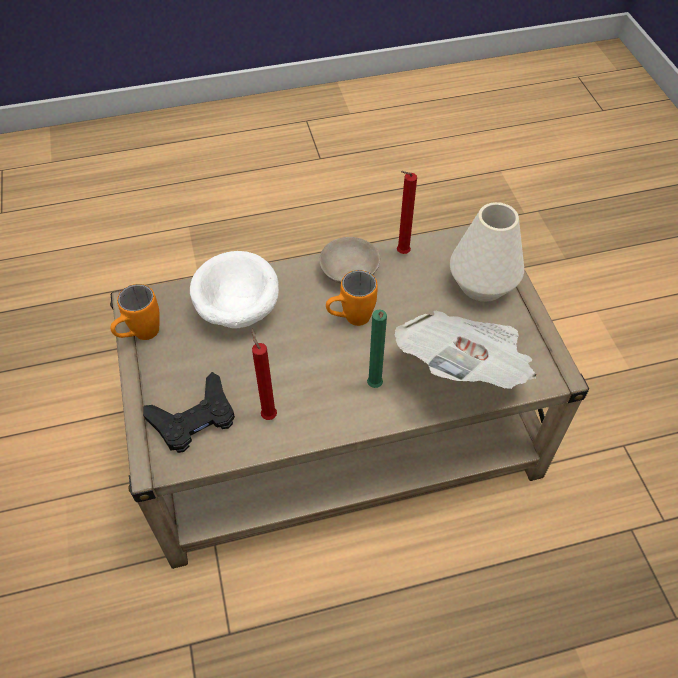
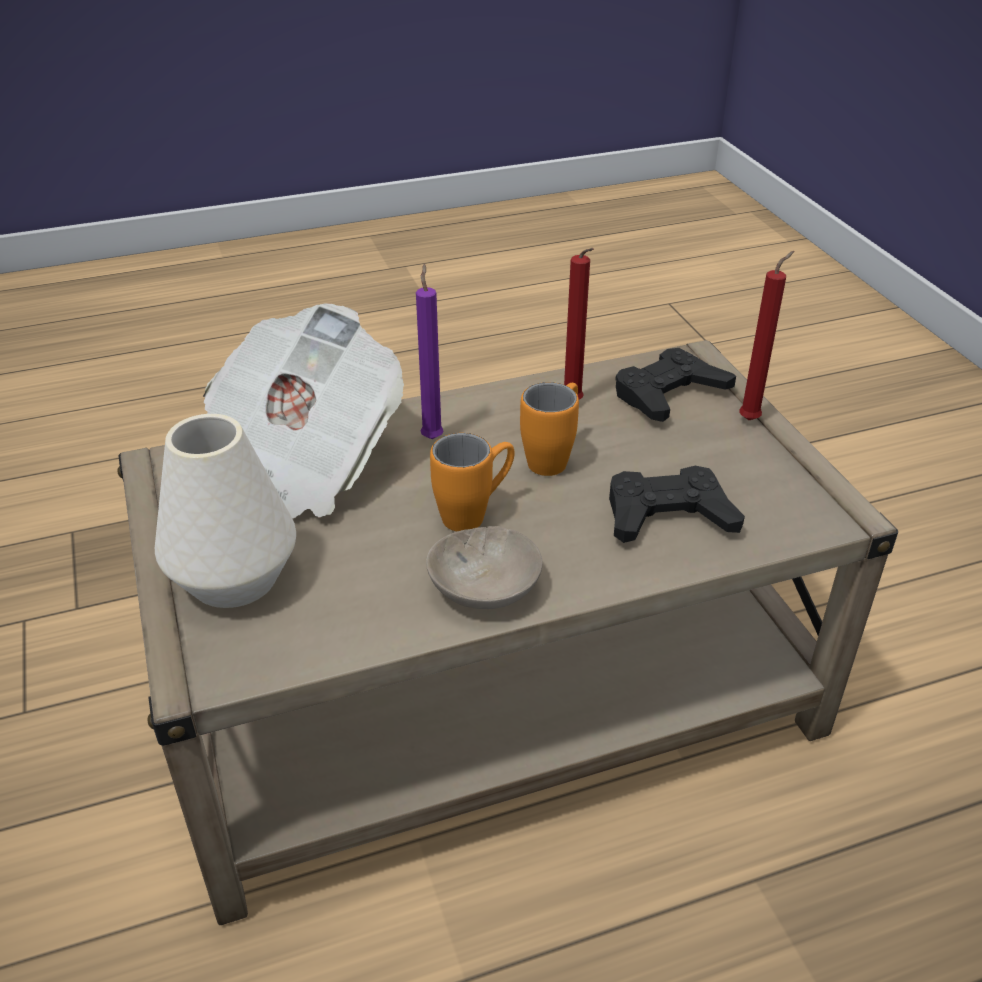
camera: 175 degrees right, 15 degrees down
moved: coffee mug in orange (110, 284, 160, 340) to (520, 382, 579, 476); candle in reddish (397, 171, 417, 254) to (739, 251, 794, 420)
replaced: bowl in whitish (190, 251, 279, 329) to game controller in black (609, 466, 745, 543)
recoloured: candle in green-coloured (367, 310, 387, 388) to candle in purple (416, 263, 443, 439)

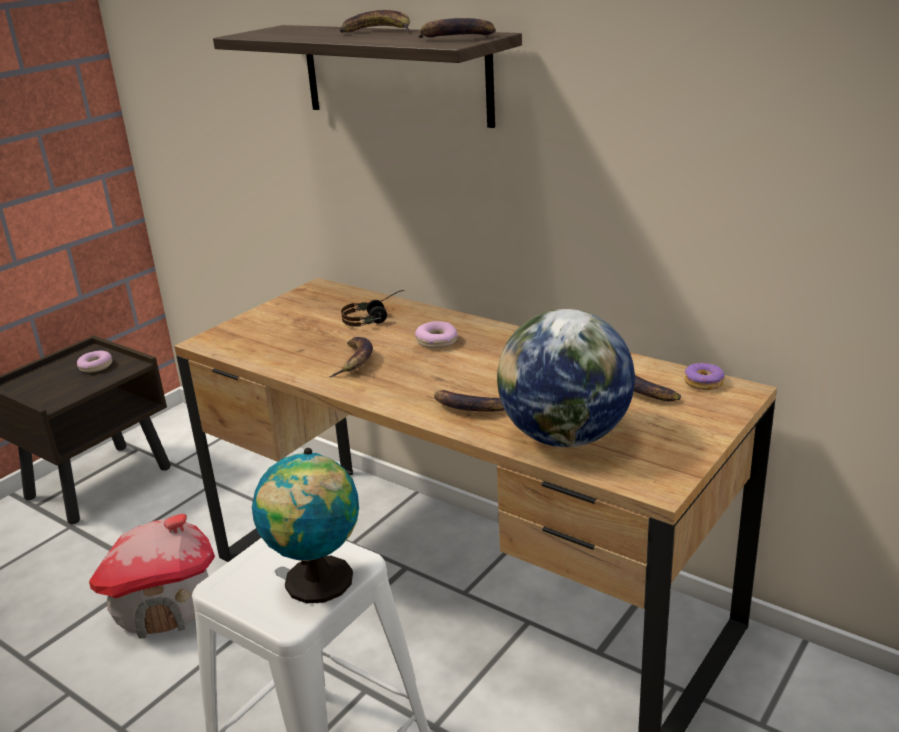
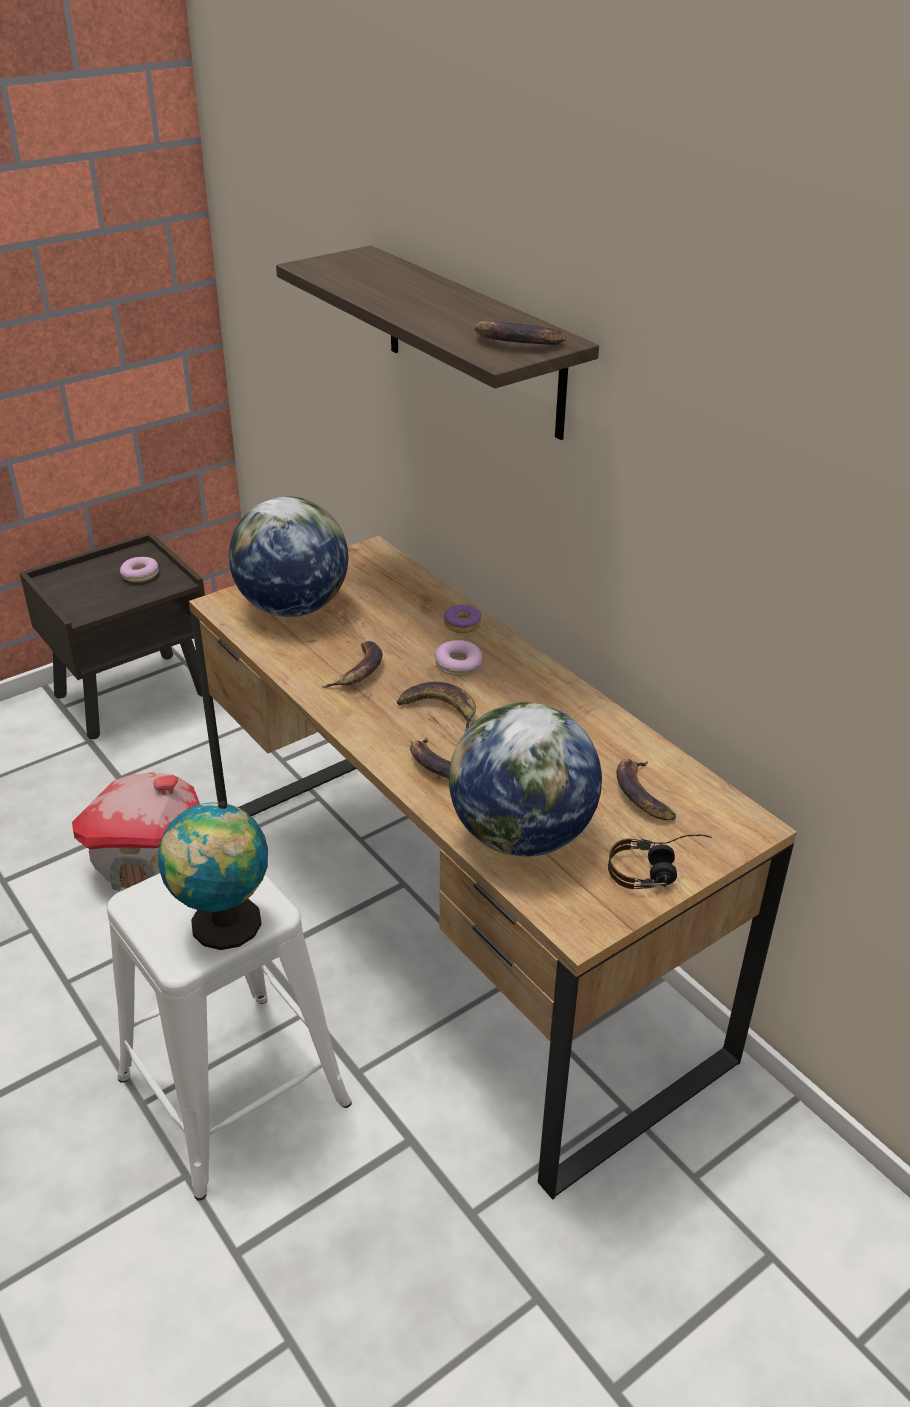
camera: 15 degrees right, 10 degrees up
added: globe (229, 496, 348, 617)
moved: banana fruit (340, 10, 410, 33) to (397, 682, 476, 731); pair of headphones (341, 290, 405, 327) to (608, 834, 712, 889); ring doughnut (685, 363, 724, 390) to (444, 605, 482, 633)

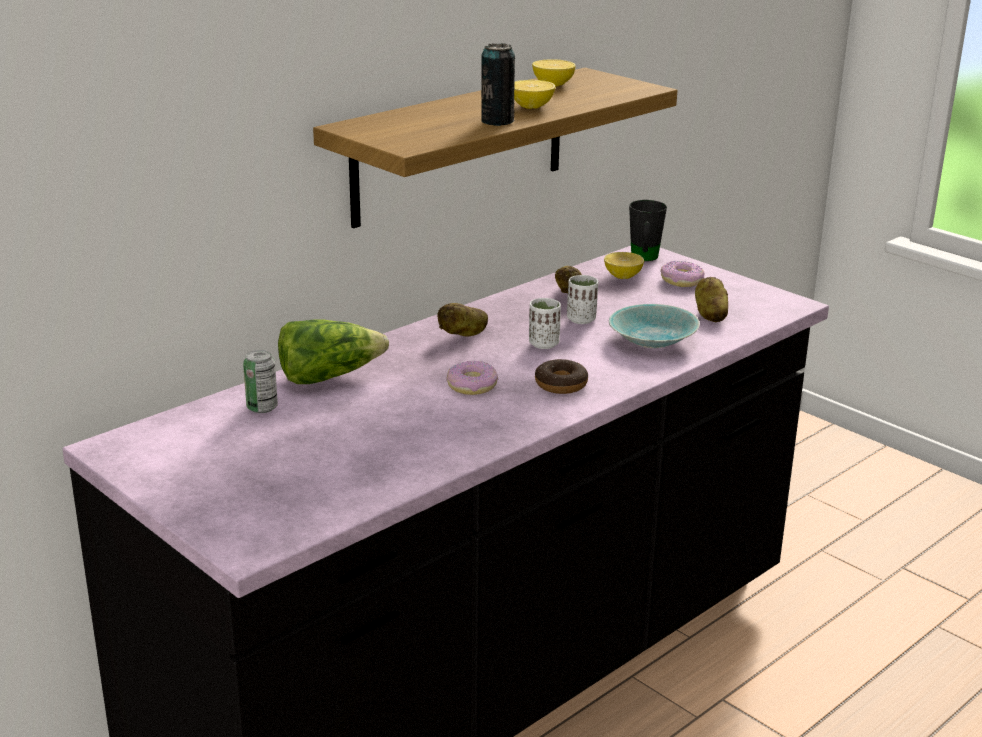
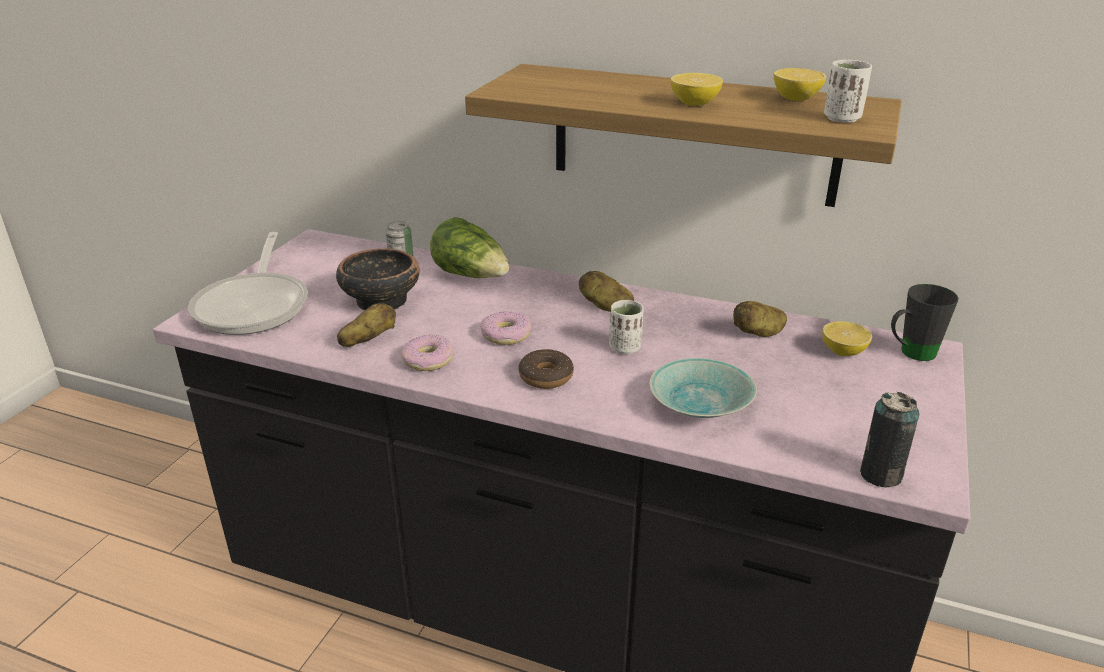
camera: 65 degrees right, 5 degrees up
added: skillet (188, 232, 308, 335); bowl (336, 248, 420, 310)
moved: can (481, 43, 515, 126) to (860, 392, 919, 488); small cup in whitish (567, 275, 598, 324) to (824, 60, 872, 123); ring doughnut (660, 261, 705, 287) to (401, 334, 454, 371); potato (695, 277, 728, 322) to (337, 303, 396, 347)

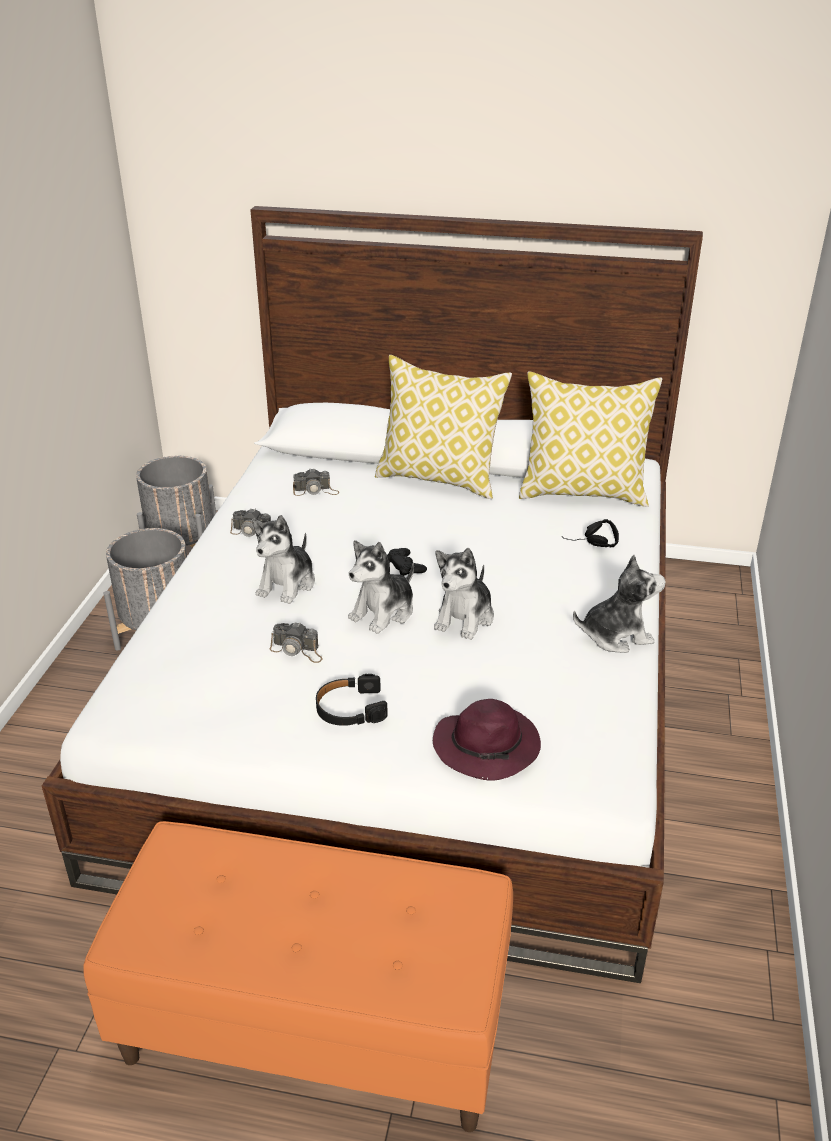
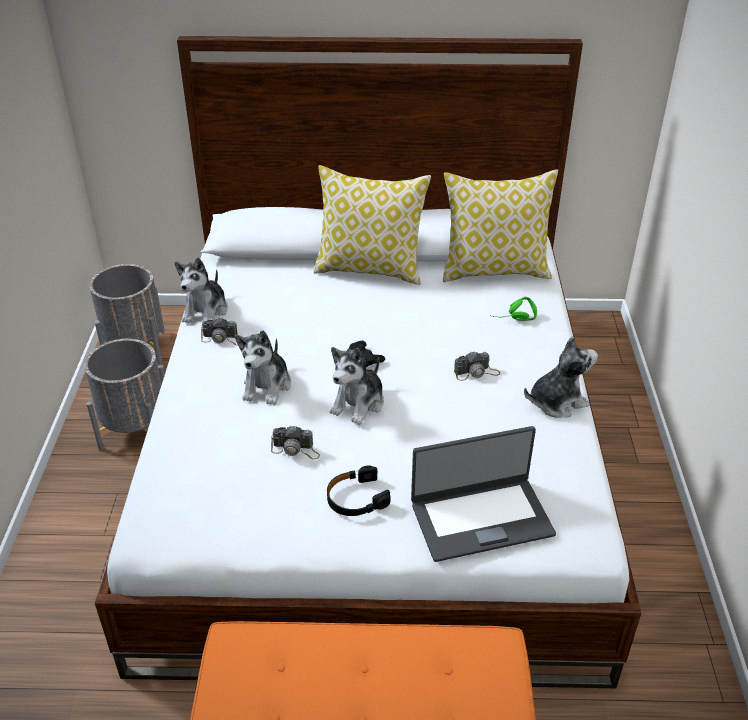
camera: 10 degrees left, 5 degrees up
moved: still camera (293, 469, 339, 496) to (454, 351, 501, 381); cuddly toy (434, 548, 494, 640) to (175, 257, 228, 323)
replaced: wearable hat in purple (433, 699, 541, 781) to laptop (411, 426, 556, 562)
recoloured: pair of headphones in black (562, 519, 619, 547) to pair of headphones in green-coloured (490, 297, 537, 321)

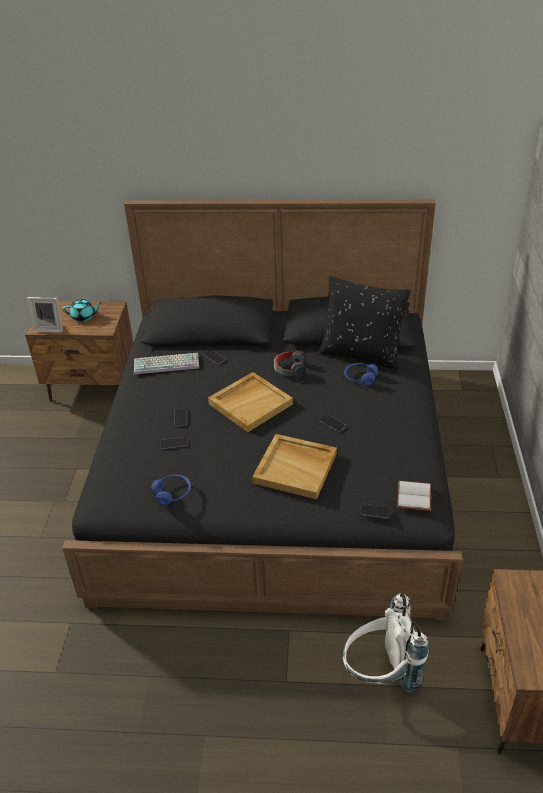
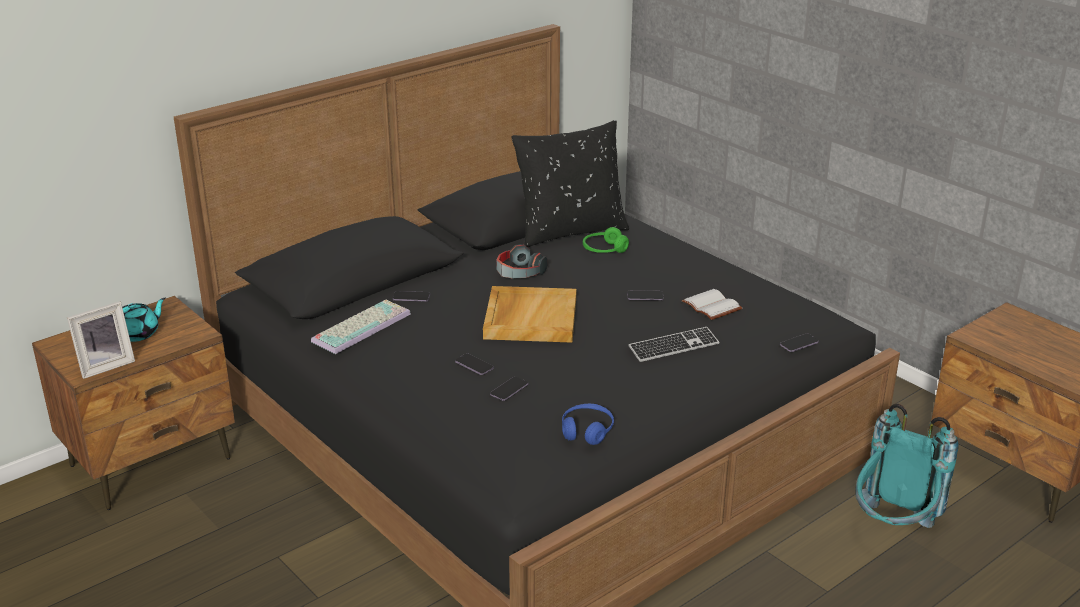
camera: 45 degrees left, 10 degrees down
moved: volume in whitish (397, 481, 431, 511) to (682, 289, 742, 320)
replaced: carrying tray in sand-coloured (252, 434, 337, 499) to computer keyboard (628, 327, 719, 362)
recoloured: rucksack in whitish (342, 593, 429, 692) to rucksack in turquoise (855, 404, 959, 528); pair of headphones in blue (344, 363, 378, 385) to pair of headphones in green-coloured (583, 227, 629, 253)

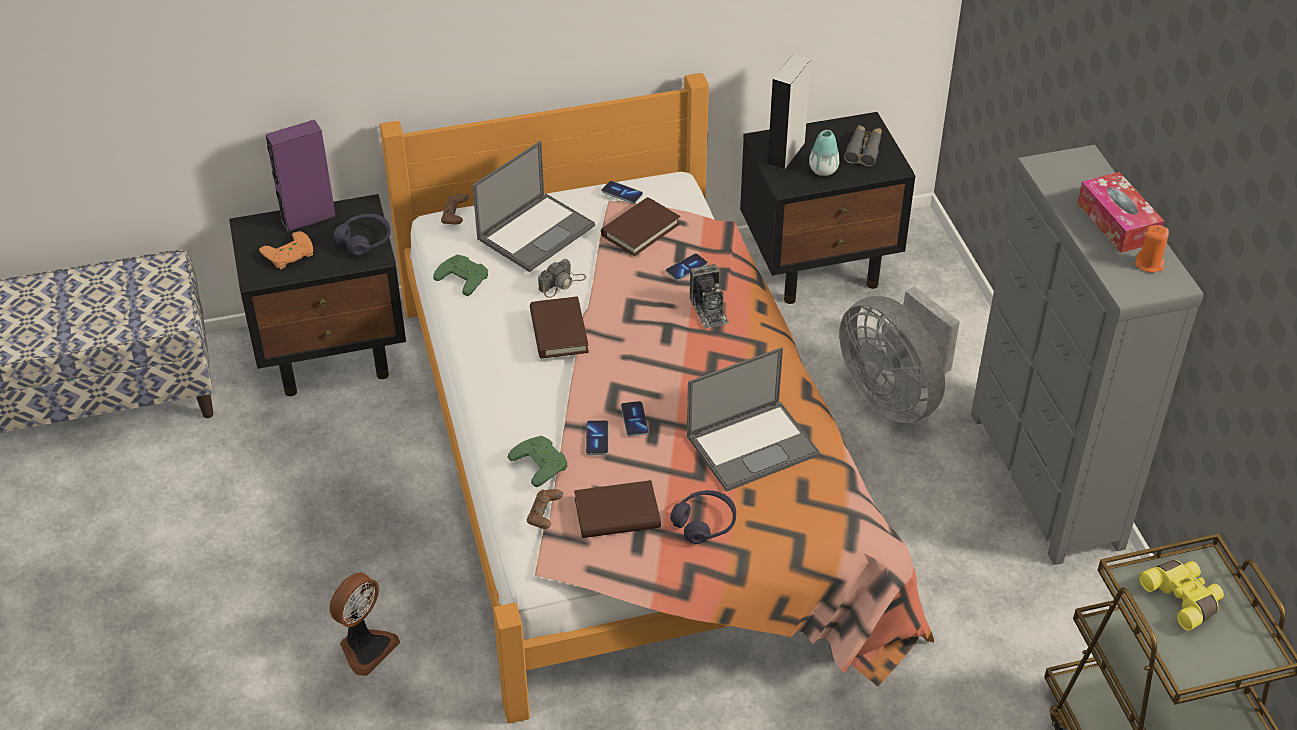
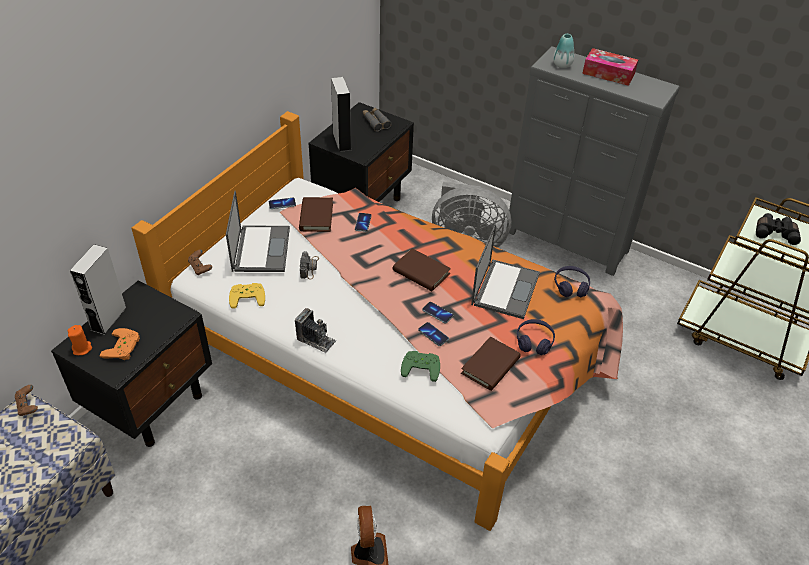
camera: 45 degrees left, 0 degrees up
moved: pair of headphones in purple (334, 214, 390, 256) to (554, 266, 590, 297); game controller in brownish (527, 489, 563, 529) to (15, 385, 38, 416); volume in brownish (530, 296, 589, 358) to (393, 248, 451, 291); still camera (690, 264, 729, 329) to (295, 308, 336, 353); vase (809, 130, 840, 176) to (553, 34, 574, 68); candle in orange (1135, 225, 1169, 273) to (68, 325, 92, 355)
recoloured: speaker in purple (266, 120, 337, 232) to speaker in grey (70, 244, 127, 335); game controller in green-coloured (433, 255, 488, 296) to game controller in yellowish (229, 283, 265, 309); pair of binoculars in yellowish (1139, 560, 1224, 631) to pair of binoculars in black (756, 213, 801, 245)

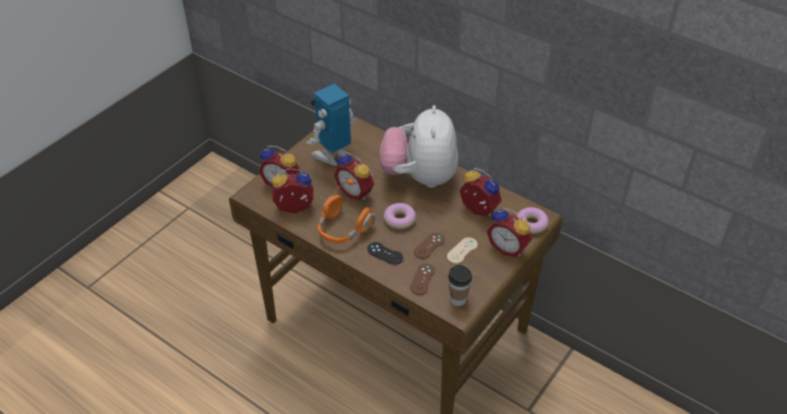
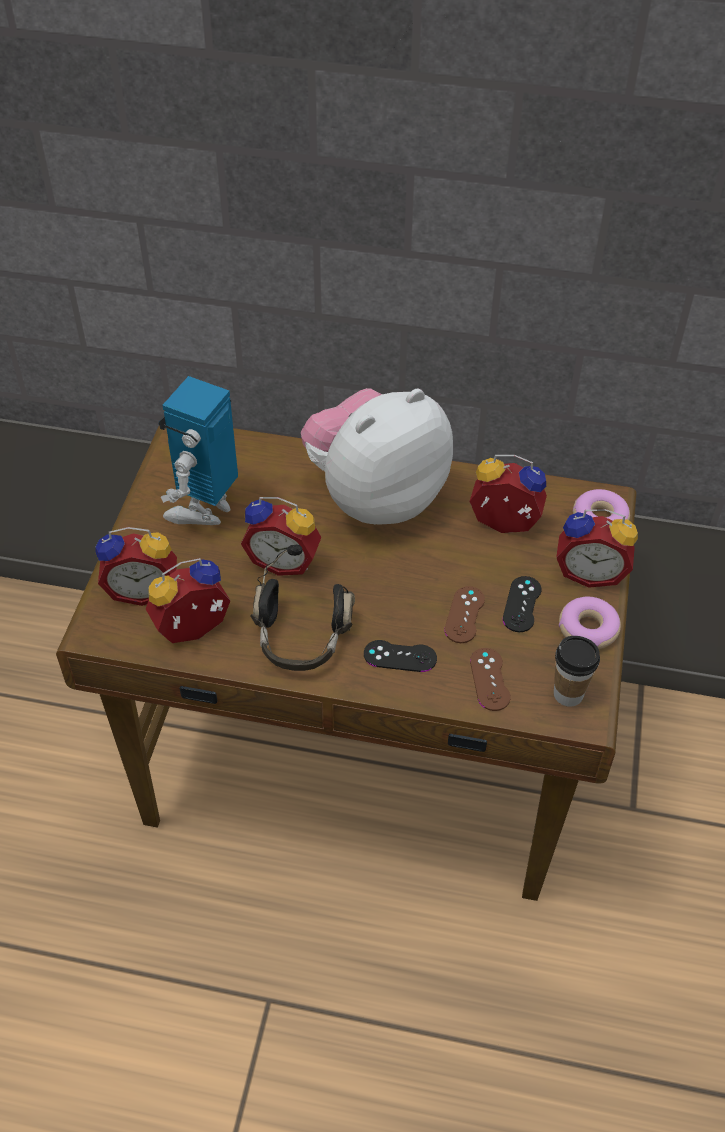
camera: 25 degrees left, 5 degrees up
moved: ring doughnut (384, 203, 416, 229) to (559, 597, 621, 649)
recoloured: pair of headphones in orange (318, 179, 375, 244) to pair of headphones in black (251, 544, 355, 671); game controller in sand-coloured (447, 237, 478, 264) to game controller in black (503, 576, 542, 632)
turned: cuddly toy (380, 105, 458, 188) = (301, 388, 453, 524) 75 degrees clockwise

